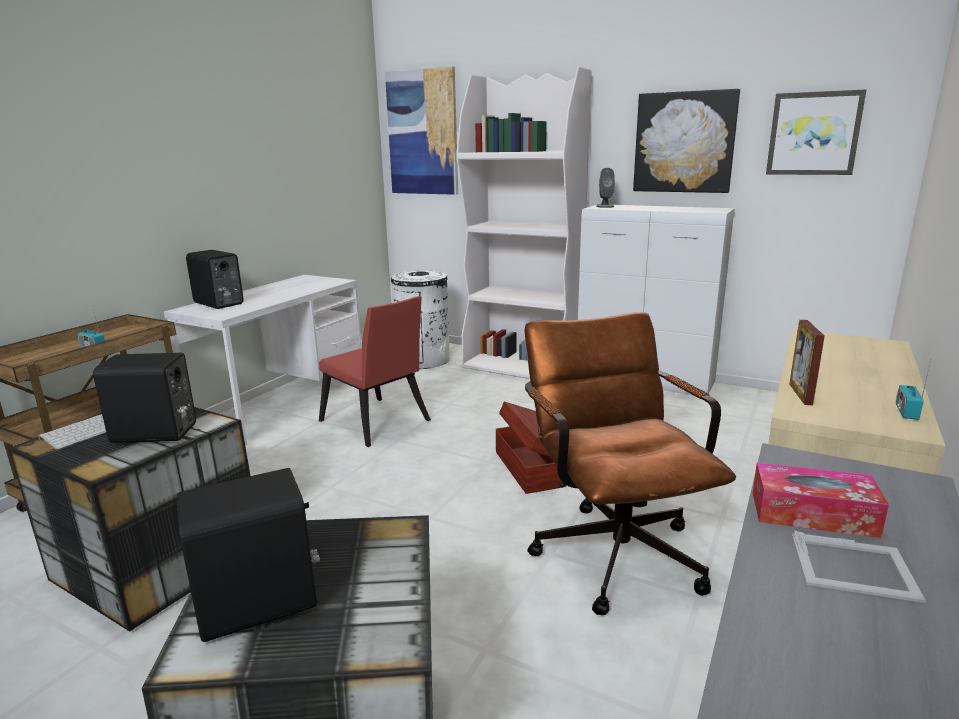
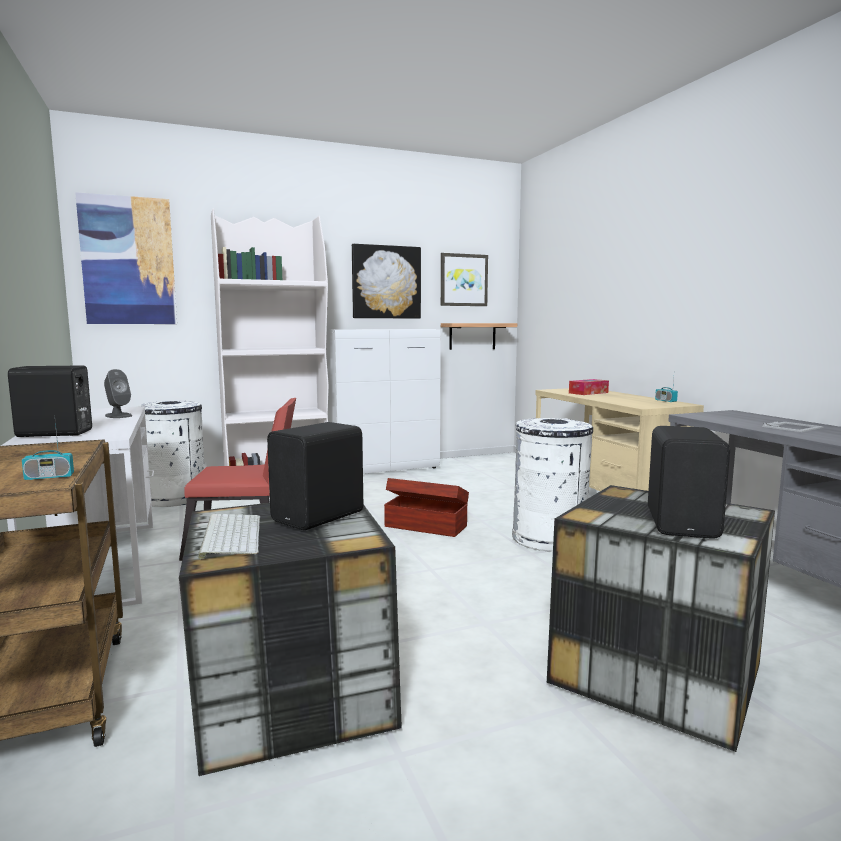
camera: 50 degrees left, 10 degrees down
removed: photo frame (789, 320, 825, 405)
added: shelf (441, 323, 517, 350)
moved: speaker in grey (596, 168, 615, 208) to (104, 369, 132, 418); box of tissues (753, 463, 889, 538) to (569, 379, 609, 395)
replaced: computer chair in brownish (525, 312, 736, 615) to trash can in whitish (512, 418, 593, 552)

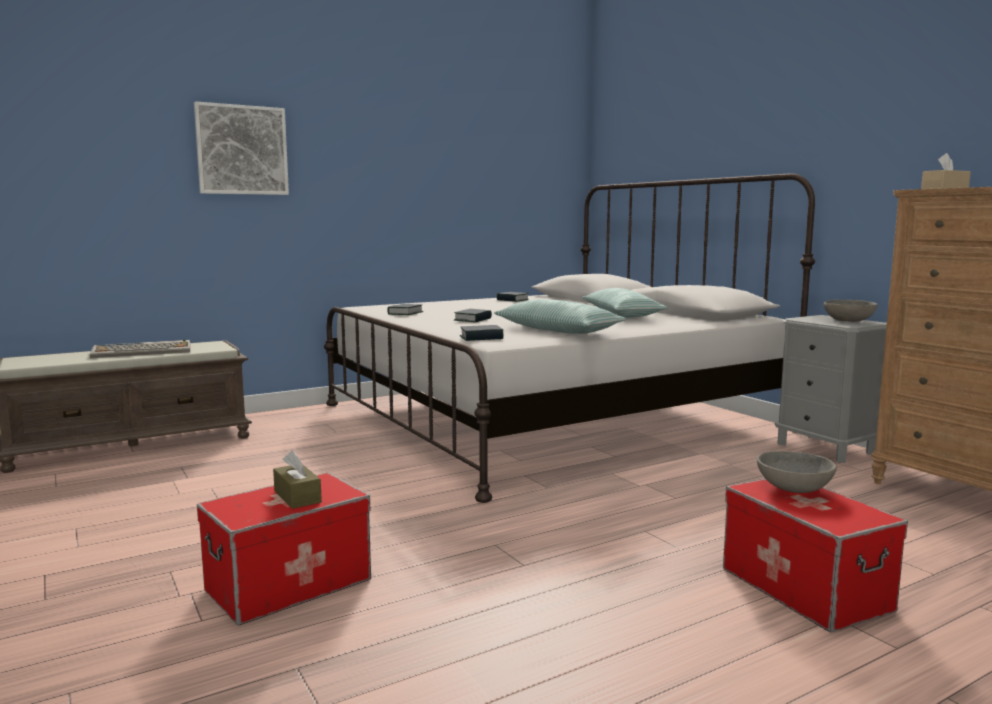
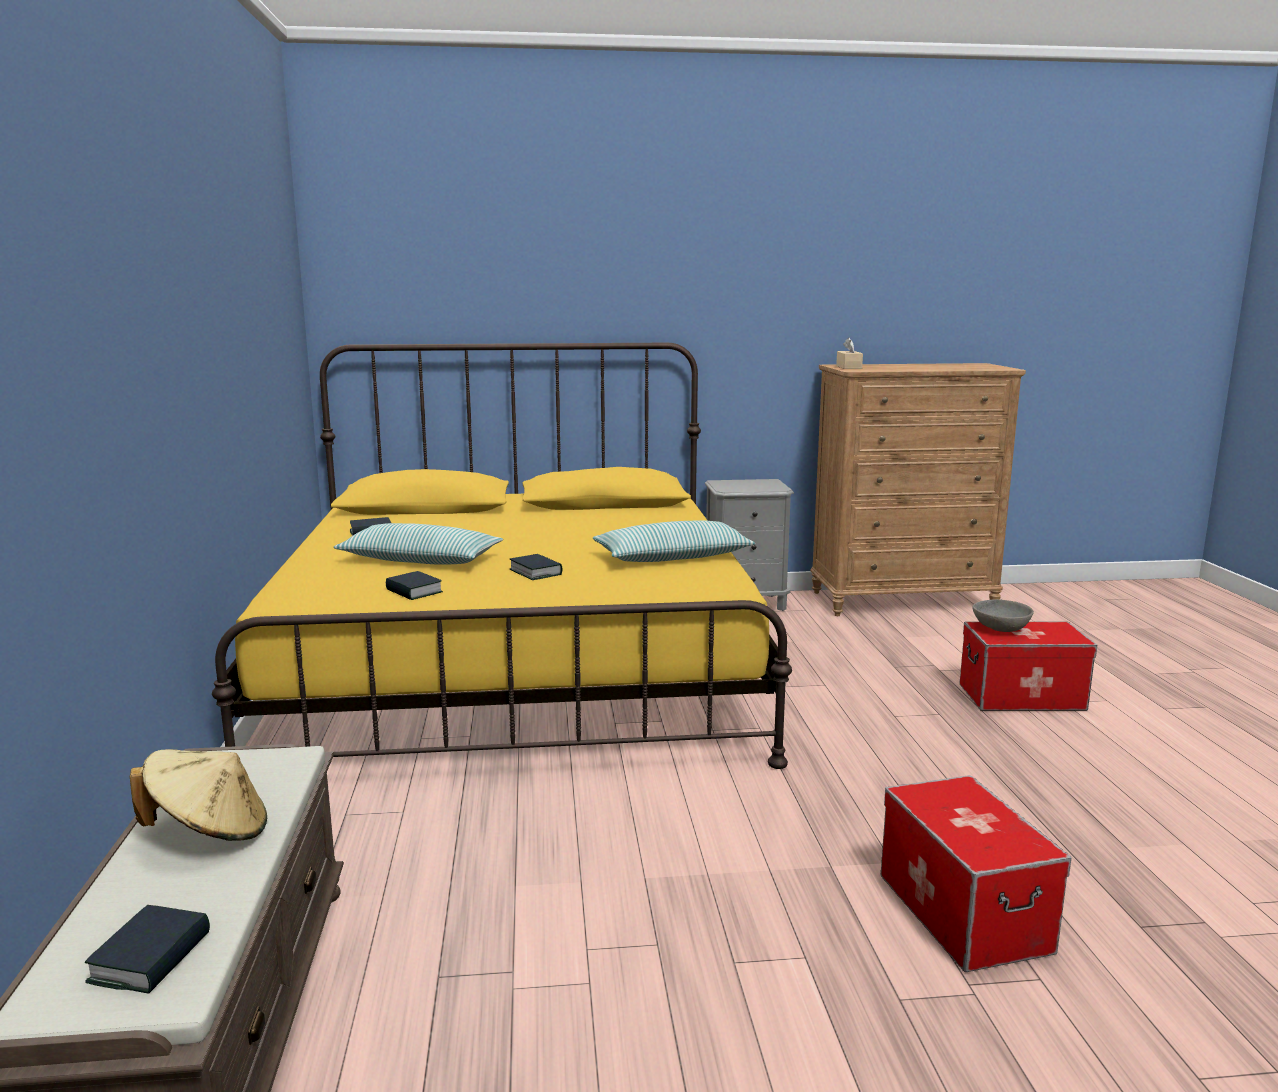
camera: 65 degrees left, 5 degrees up
removed: wall picture (194, 101, 289, 195); box of tissues in brownish (273, 451, 322, 509); bowl in grey (824, 300, 878, 322)
moved: volume (460, 325, 503, 341) to (85, 905, 210, 994); pillow (582, 288, 668, 318) to (333, 523, 503, 565)
replaced: computer keyboard (90, 340, 190, 358) to wearable hat in sand-coloured (130, 749, 267, 841)
recoloured: bed in whitish (324, 173, 815, 503) to bed in yellowish (212, 343, 792, 769)

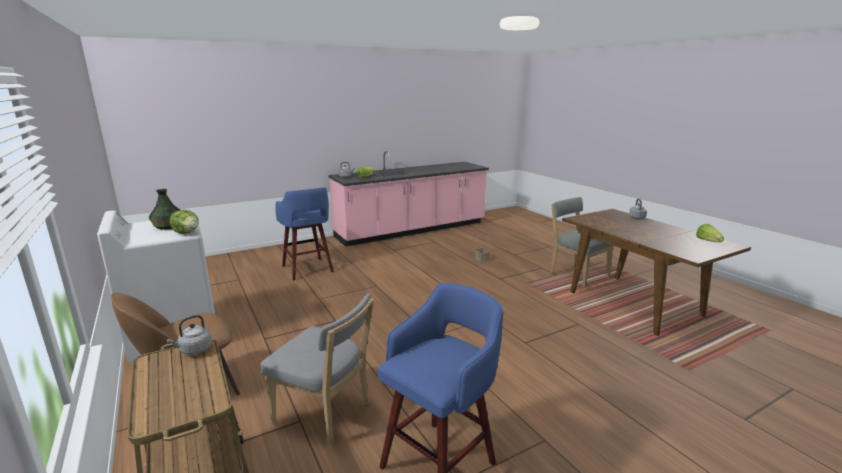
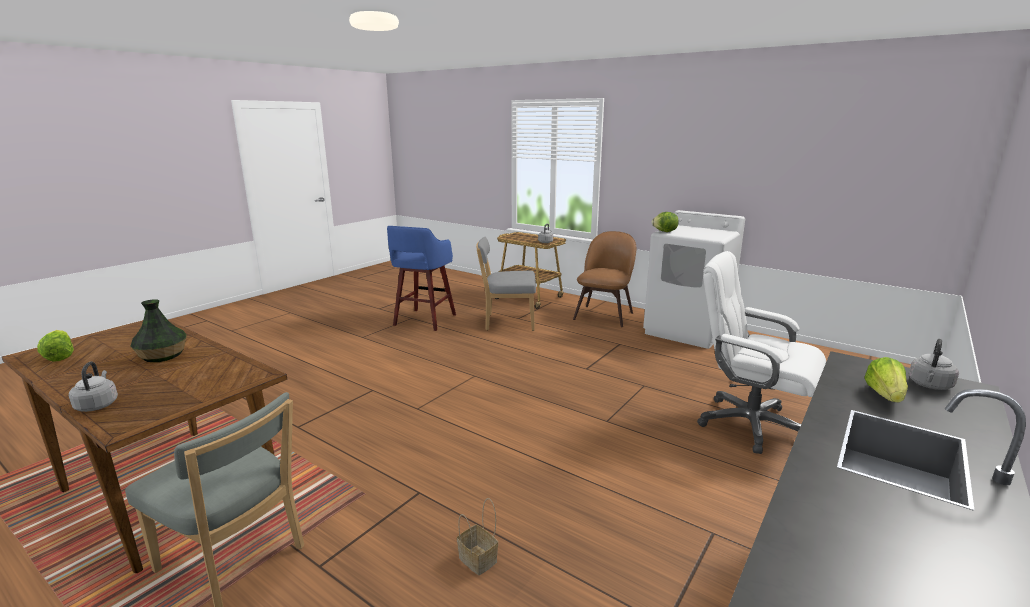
camera: 155 degrees right, 0 degrees up
moved: vase (149, 189, 180, 230) to (130, 299, 187, 362)
replaced: sitting stool in blue (275, 187, 334, 281) to computer chair in whitish (697, 251, 826, 454)

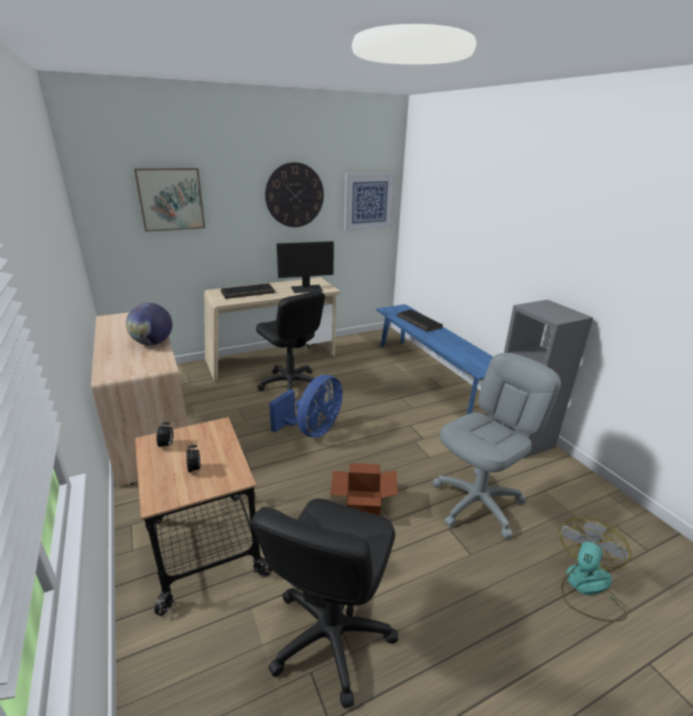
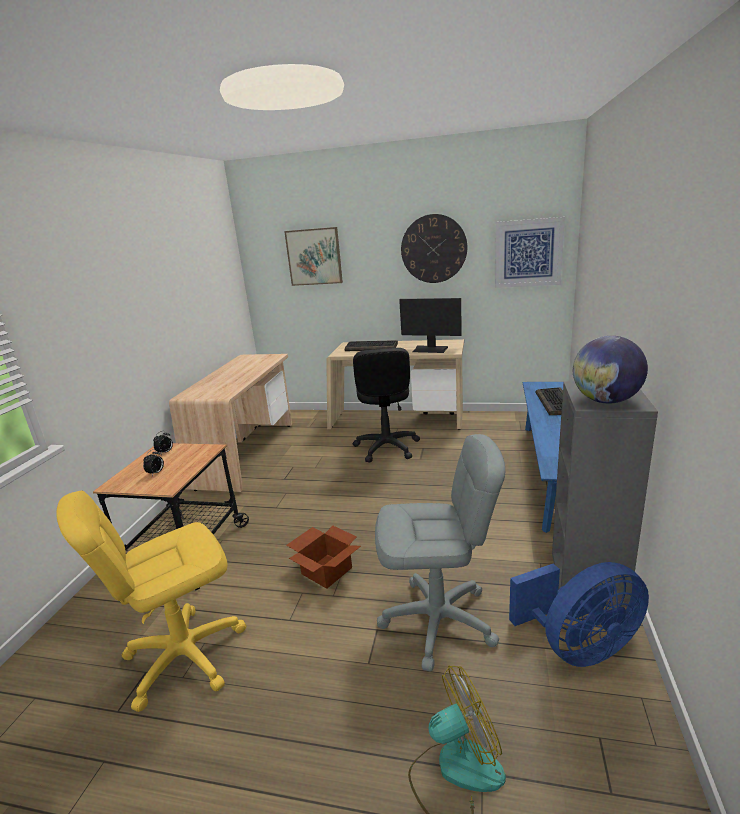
camera: 40 degrees right, 5 degrees down
moved: globe (126, 303, 172, 345) to (573, 336, 648, 404); electric fan in blue (269, 375, 343, 438) to (509, 562, 649, 667)
recoloured: computer chair in black (251, 499, 398, 708) to computer chair in yellowish (56, 490, 246, 712)

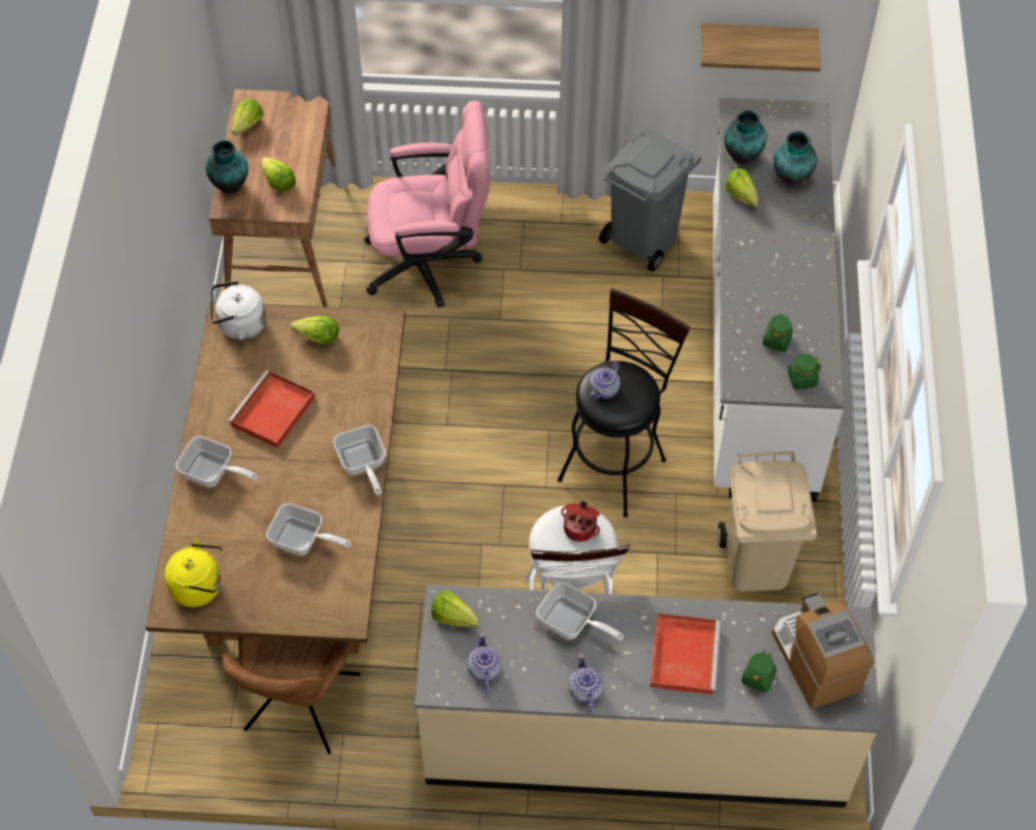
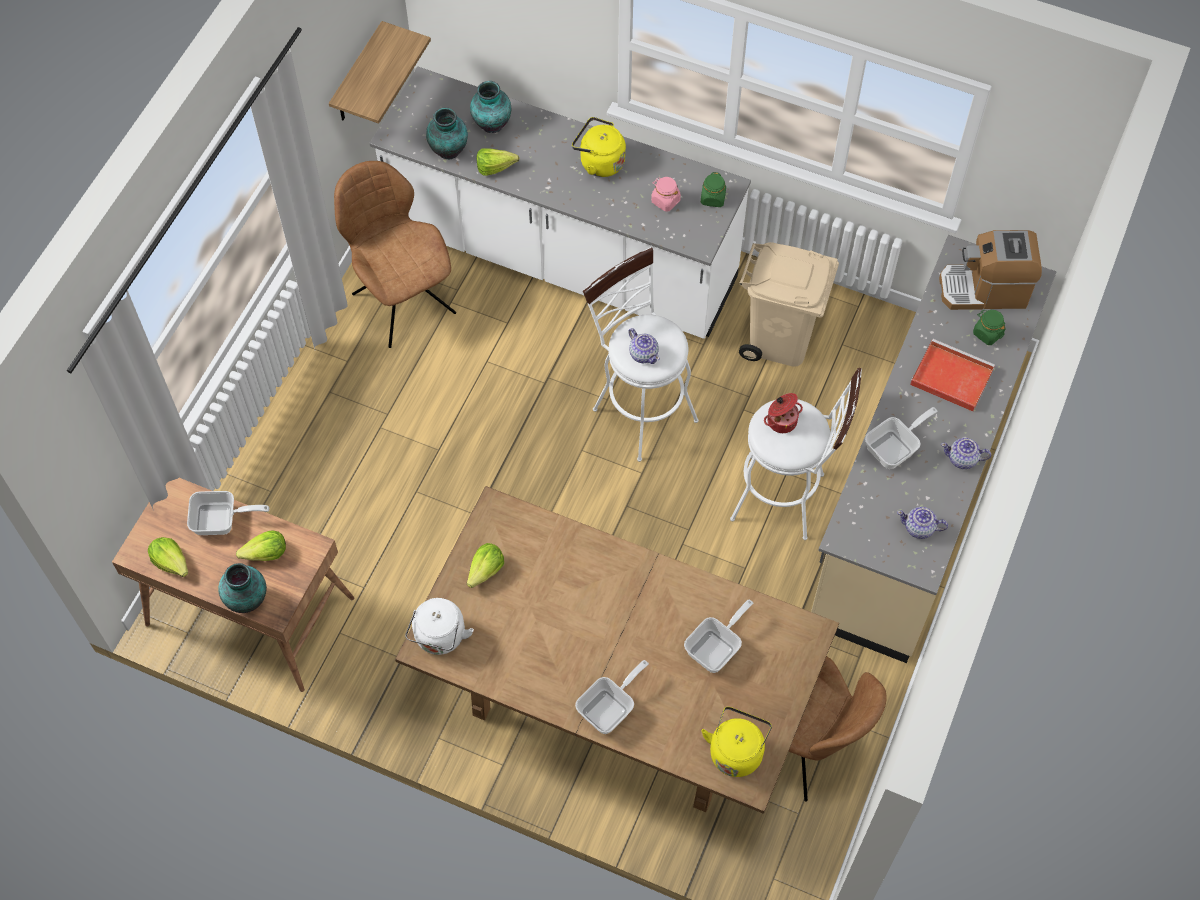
camera: 70 degrees left, 5 degrees up
removed: carrying tray in reddish (228, 370, 315, 448); computer chair in pink-coloured (364, 101, 490, 307); head of lettuce (431, 590, 480, 627)
added: kettle in yellowish (572, 117, 626, 177)
moved: skillet (333, 425, 386, 495) to (187, 491, 269, 535)
replaced: trash can in grey (599, 127, 701, 272) to plain chair in brownish (334, 161, 456, 348)
recoloured: sitting stool in black (557, 289, 690, 517) to sitting stool in whitish (583, 247, 699, 462); storage jar in green-coloured (763, 314, 793, 352) to storage jar in pink-coloured (651, 177, 681, 212)

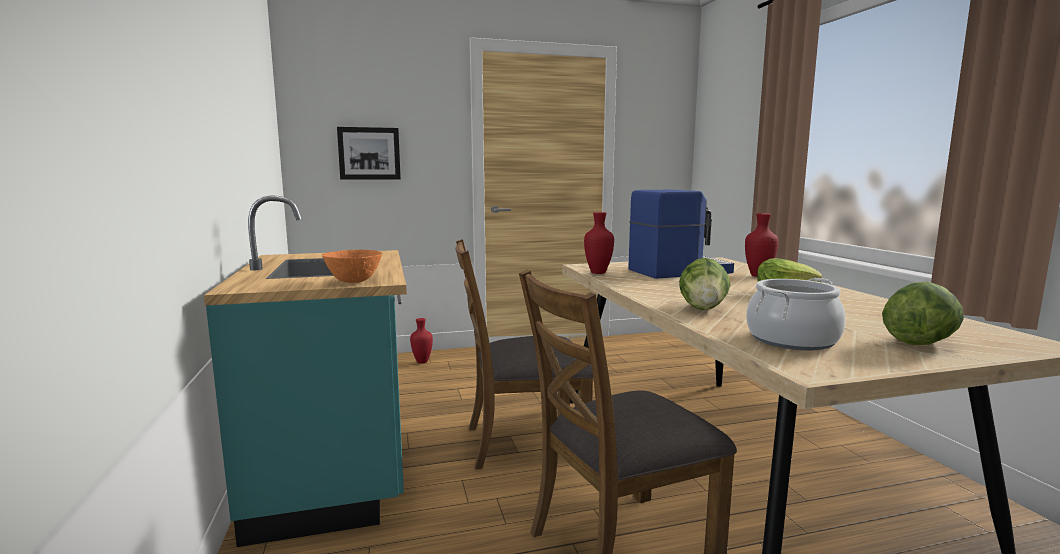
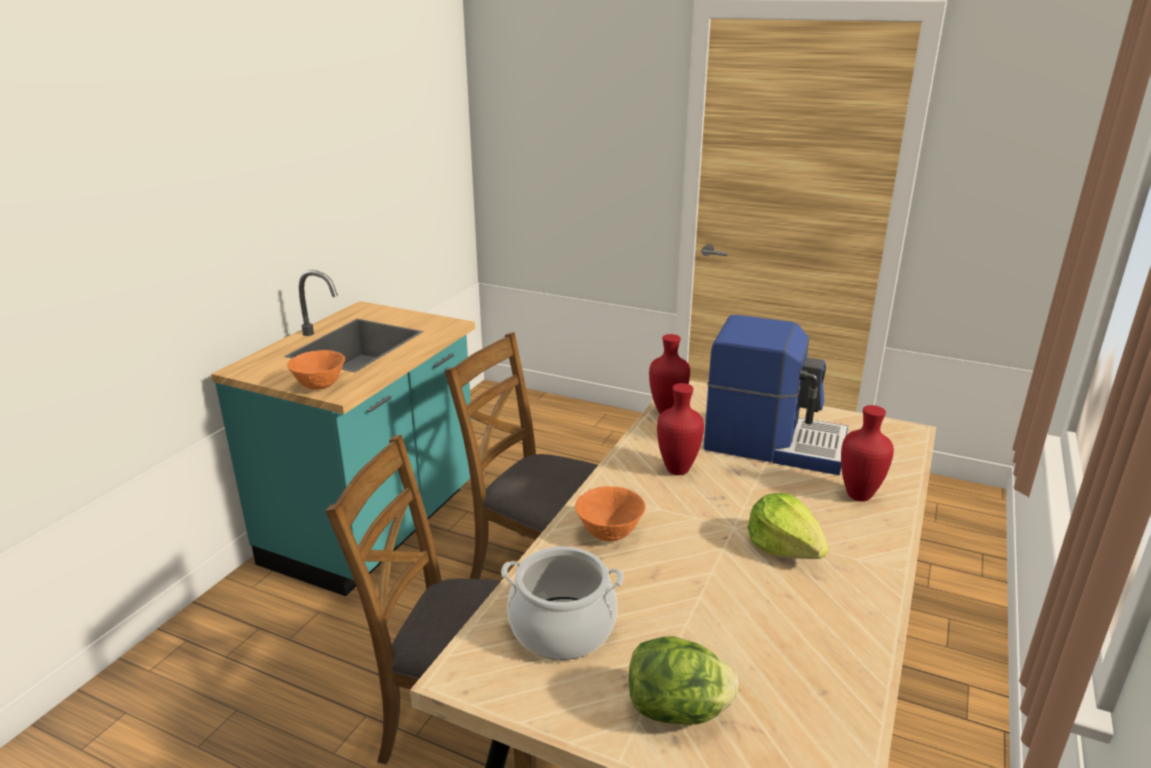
camera: 40 degrees right, 15 degrees up
removed: wall picture (337, 127, 401, 180)
moved: vase in reddish (410, 318, 433, 364) to (657, 383, 704, 475)
replaced: head of lettuce (679, 257, 731, 310) to bowl in orange (575, 486, 646, 541)

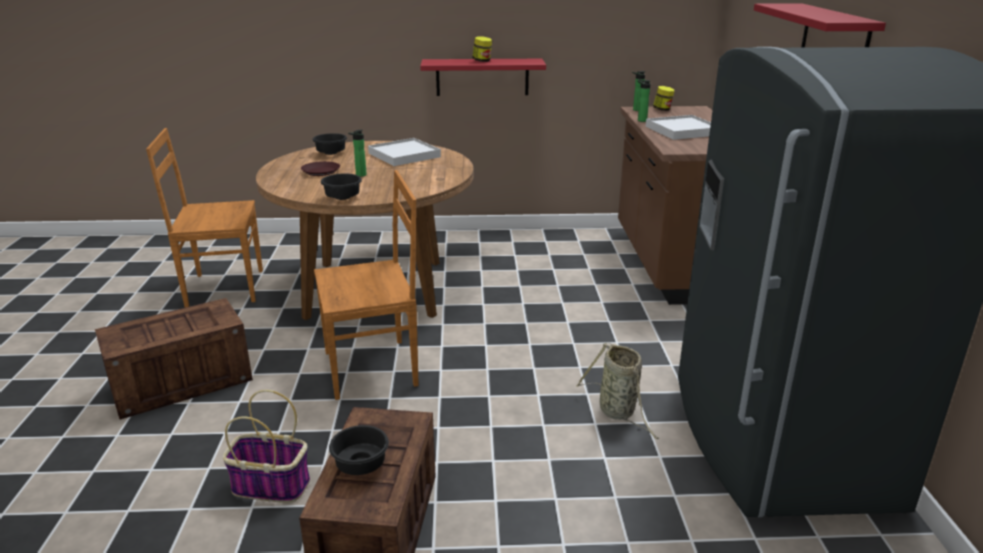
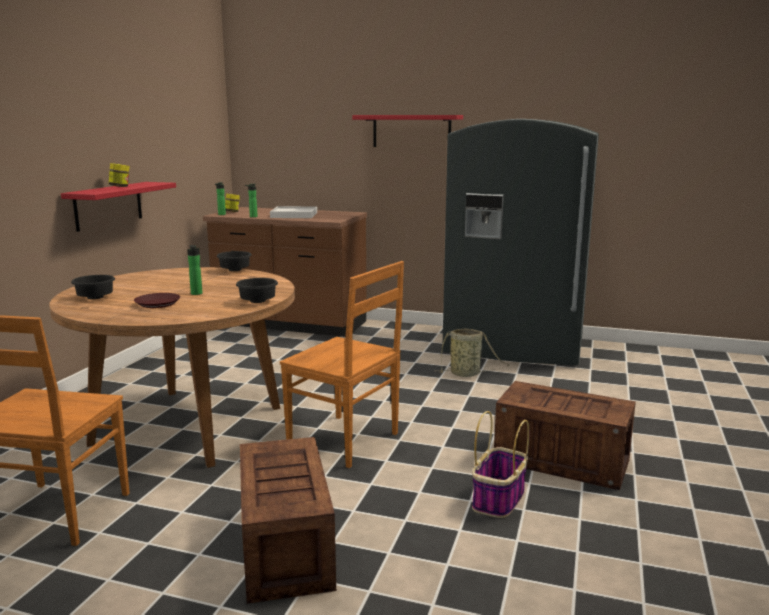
camera: 70 degrees left, 10 degrees down
removed: carrying tray in whitish (368, 138, 441, 166)
moved: bowl in black (329, 425, 389, 475) to (217, 251, 252, 271)
turned: plain chair in brownish (314, 170, 419, 400) = (280, 261, 404, 468) 120 degrees clockwise

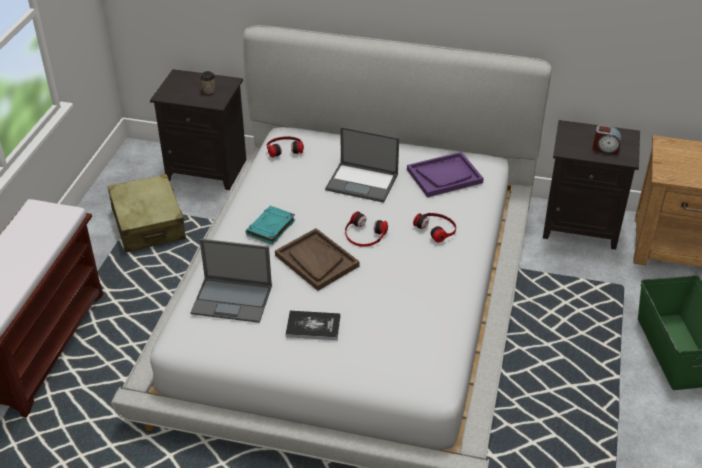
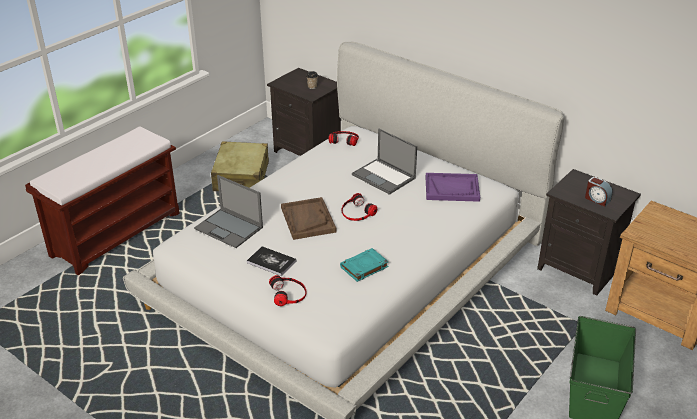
camera: 25 degrees right, 5 degrees down
moved: volume in turquoise (246, 206, 295, 245) to (340, 248, 389, 282); pair of headphones (413, 213, 456, 242) to (269, 275, 307, 306)

